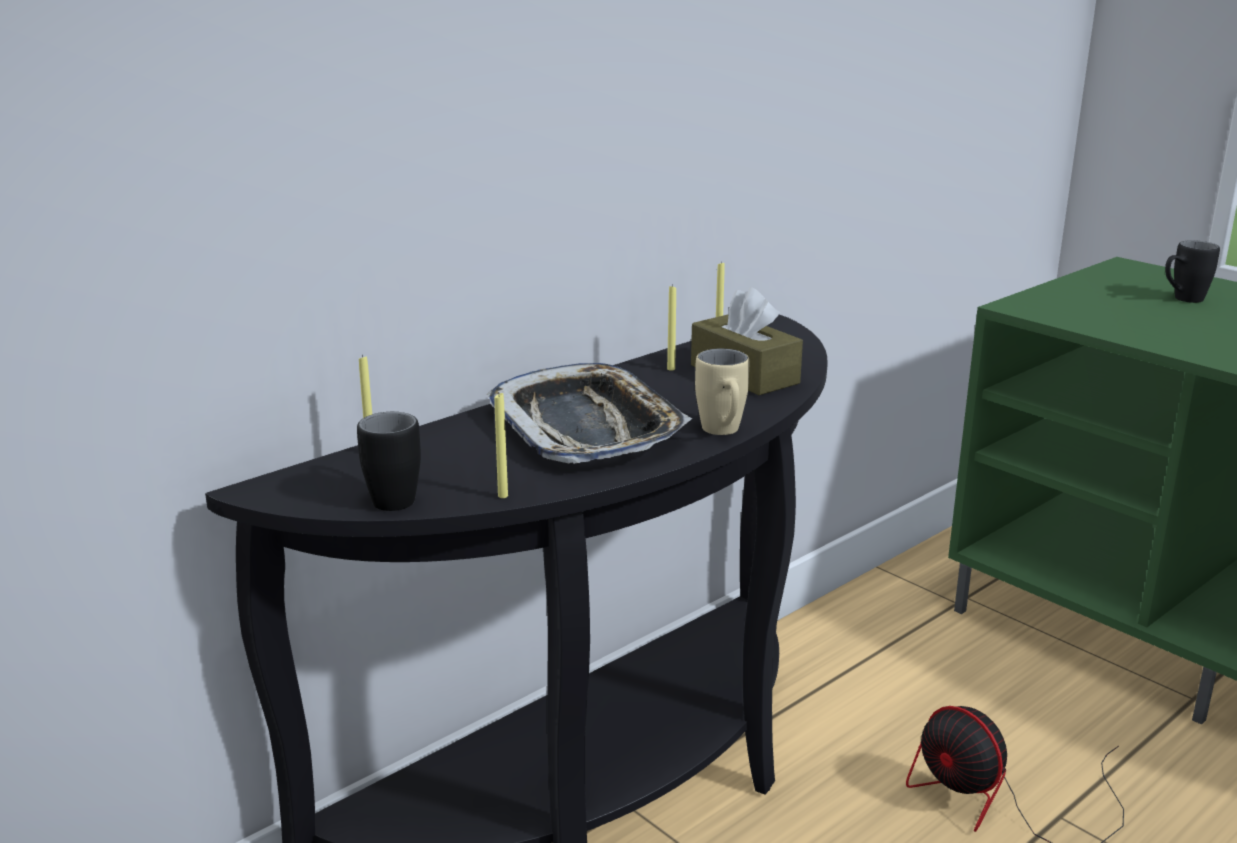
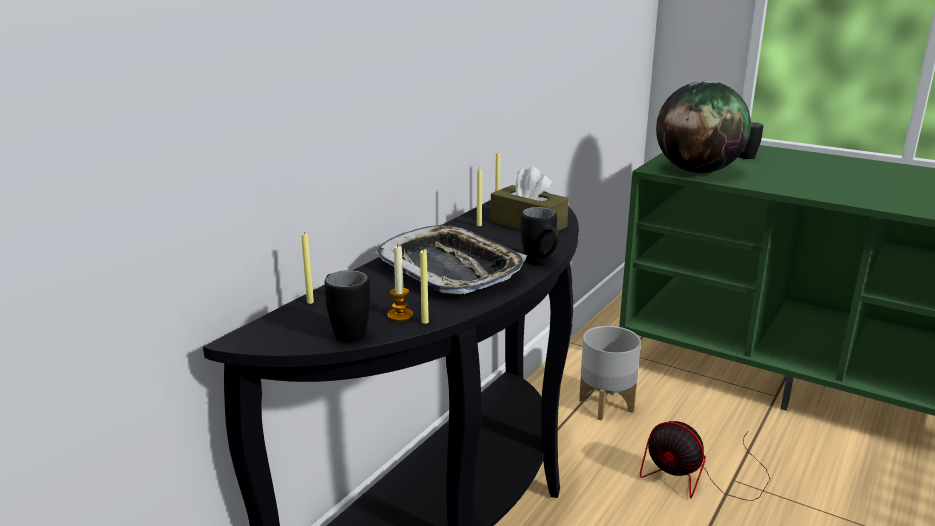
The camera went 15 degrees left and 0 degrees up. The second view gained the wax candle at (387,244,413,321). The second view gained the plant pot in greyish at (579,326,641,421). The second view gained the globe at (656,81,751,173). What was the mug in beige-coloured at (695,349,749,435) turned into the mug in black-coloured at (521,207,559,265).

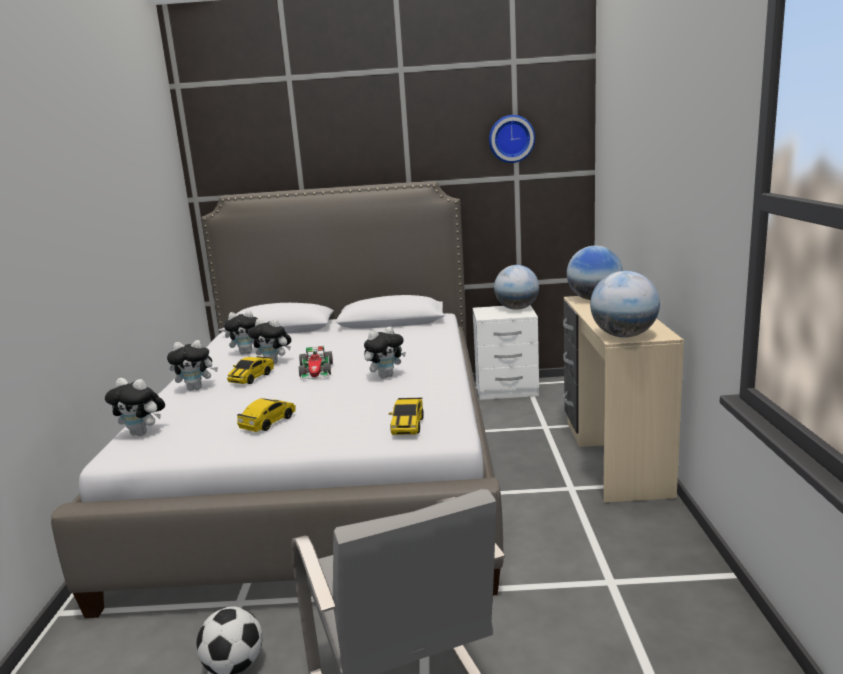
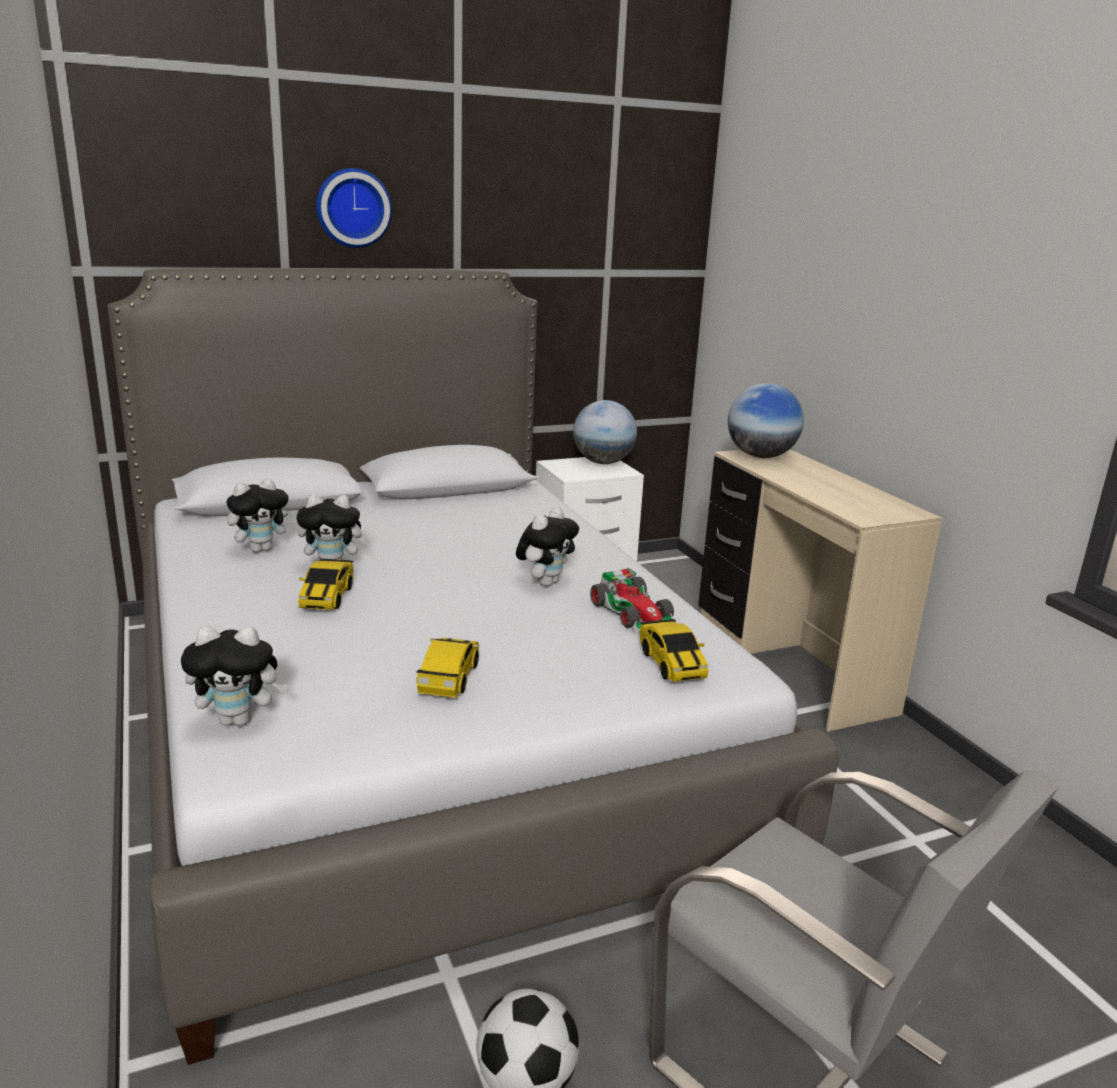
The camera went 25 degrees left and 5 degrees up. The second view lost the soft toy at (167,340,218,391). The second view lost the globe at (590,271,660,338). The toy car ended up elsewhere, having gone from (299,346,333,379) to (590,568,676,631). The hanging clock ended up elsewhere, having gone from (489,115,535,163) to (316,168,392,248).

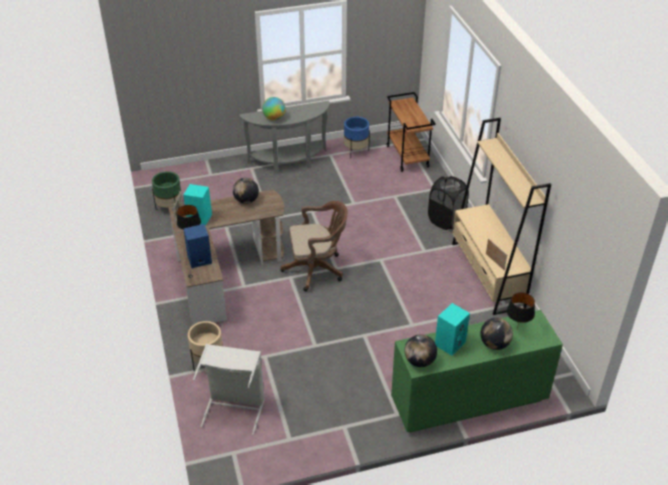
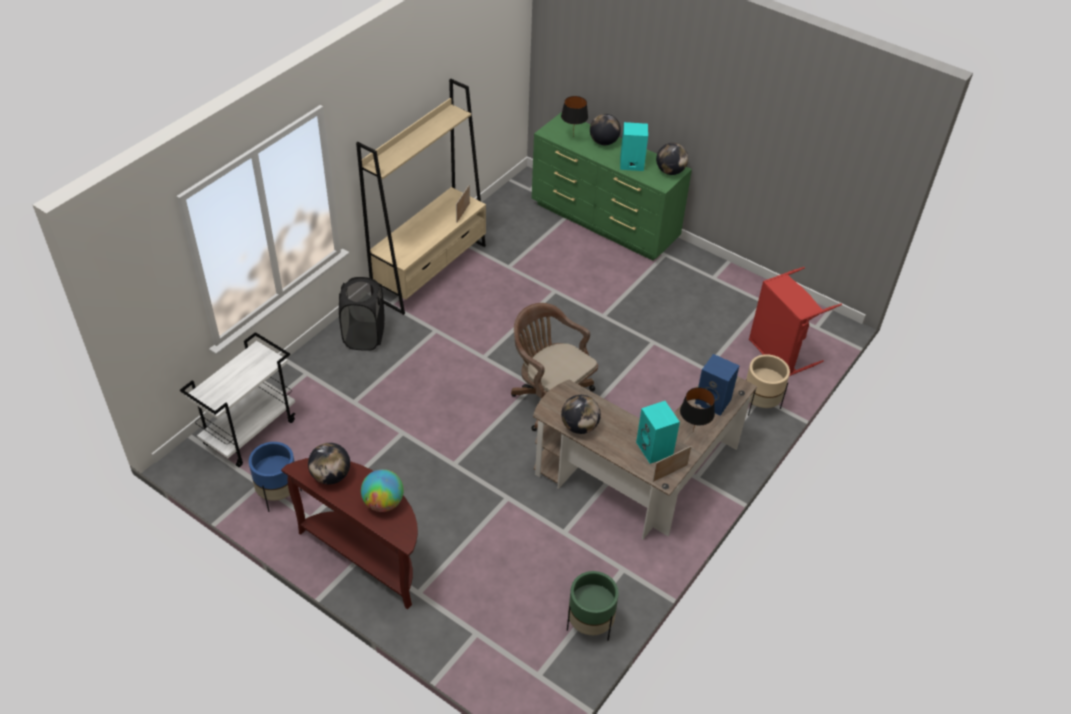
The camera went 130 degrees left and 5 degrees up. The second view gained the globe at (308,443,350,484). What was the laundry basket in greyish at (193,344,265,435) turned into the laundry basket in reddish at (749,267,842,376). What was the hall table in greyish at (239,101,330,173) turned into the hall table in brown at (281,458,418,609). What was the cart in brown at (387,92,436,172) turned into the cart in white at (180,332,295,467).

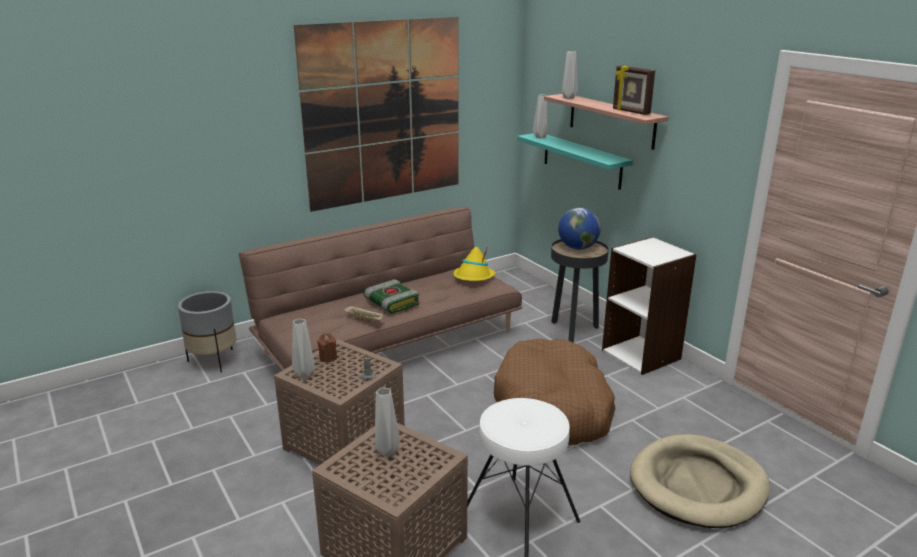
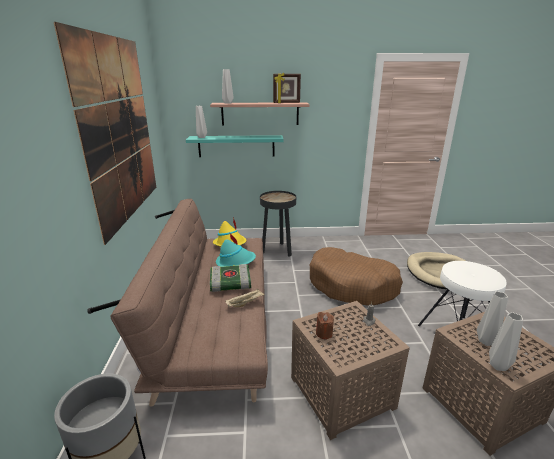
The camera went 60 degrees left and 0 degrees up. The second view lost the globe at (558,208,601,250). The second view lost the bookcase in white at (602,237,697,375). The second view gained the hat in turquoise at (216,232,256,267). The vase in greyish ended up elsewhere, having gone from (292,319,315,378) to (489,312,523,371).

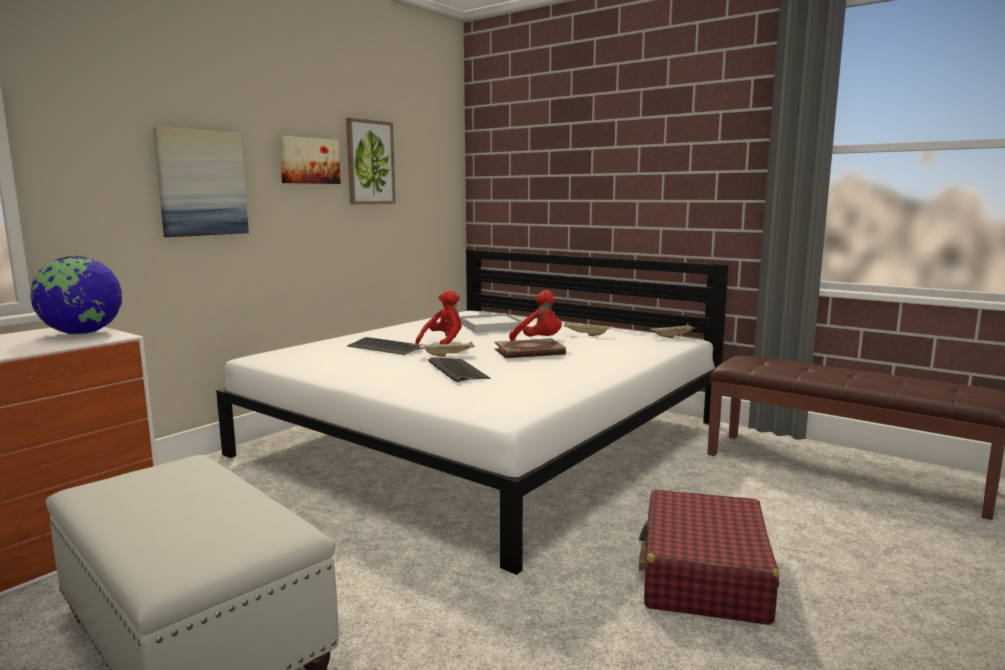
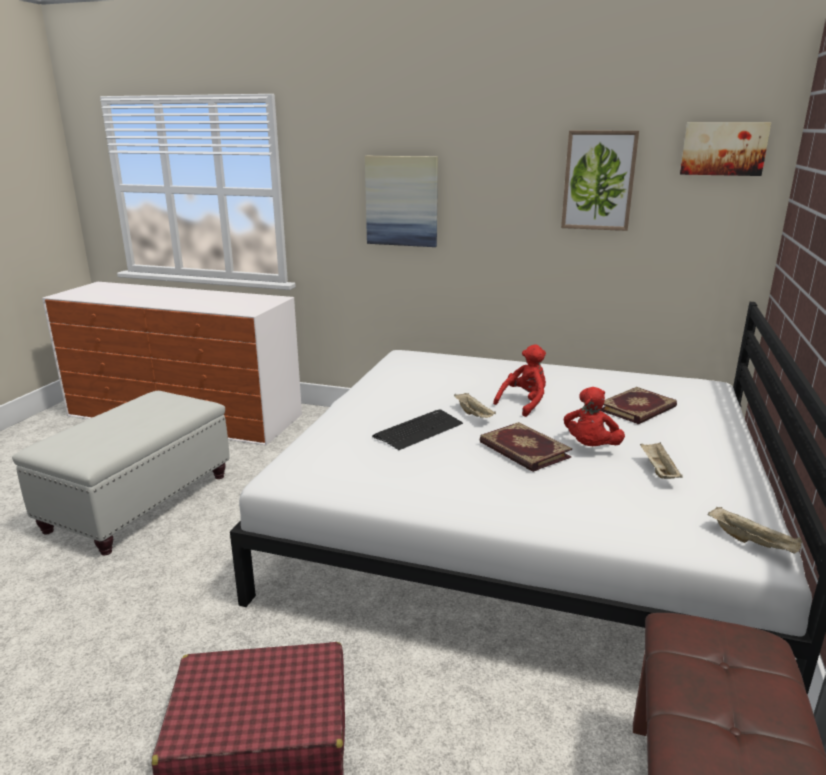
The camera went 70 degrees right and 10 degrees up. The second view lost the globe at (30,256,122,334). The second view lost the computer keyboard at (347,337,424,355). The wall picture ended up elsewhere, having gone from (279,136,341,184) to (680,122,771,176). Where the serving tray in white stood at (460,313,522,333), the bound book came to stand at (600,387,677,424). The soft toy in reddish at (415,290,462,344) ended up facing another way, 60 degrees counterclockwise from before.

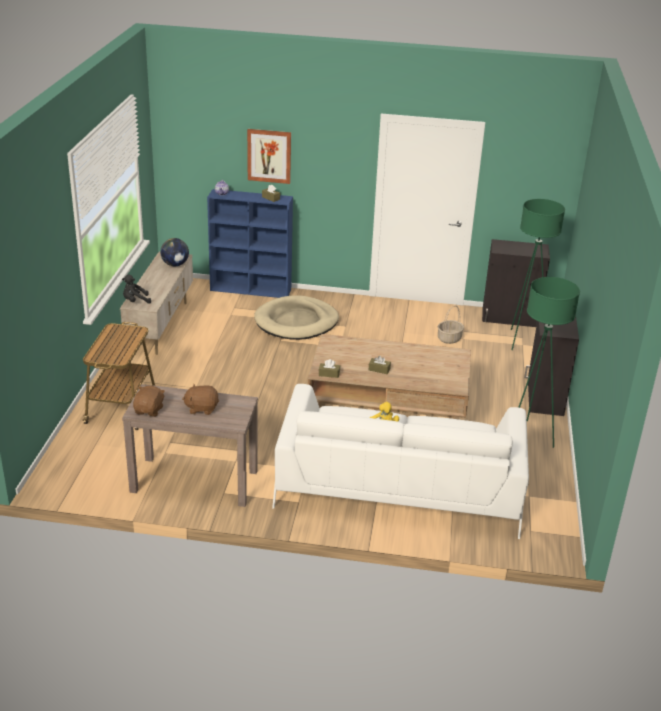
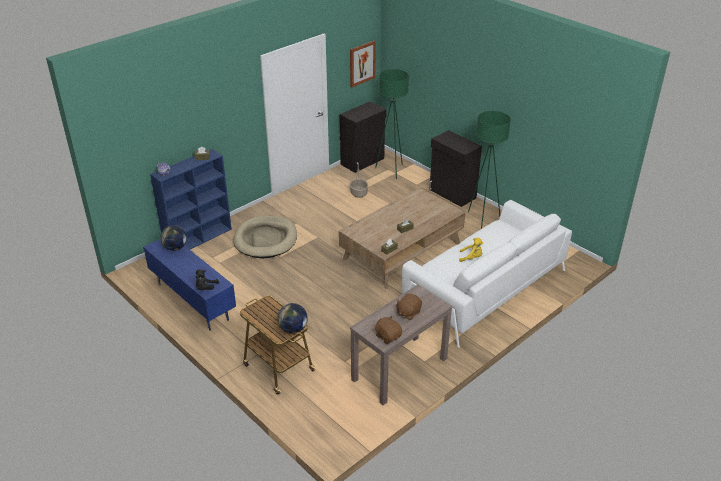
The camera went 50 degrees left and 5 degrees up. The second view gained the globe at (278,303,308,333). The wall picture ended up elsewhere, having gone from (247,129,291,184) to (350,41,376,87). What was the tv unit in beige-coloured at (119,251,193,355) turned into the tv unit in blue-coloured at (143,239,236,331).

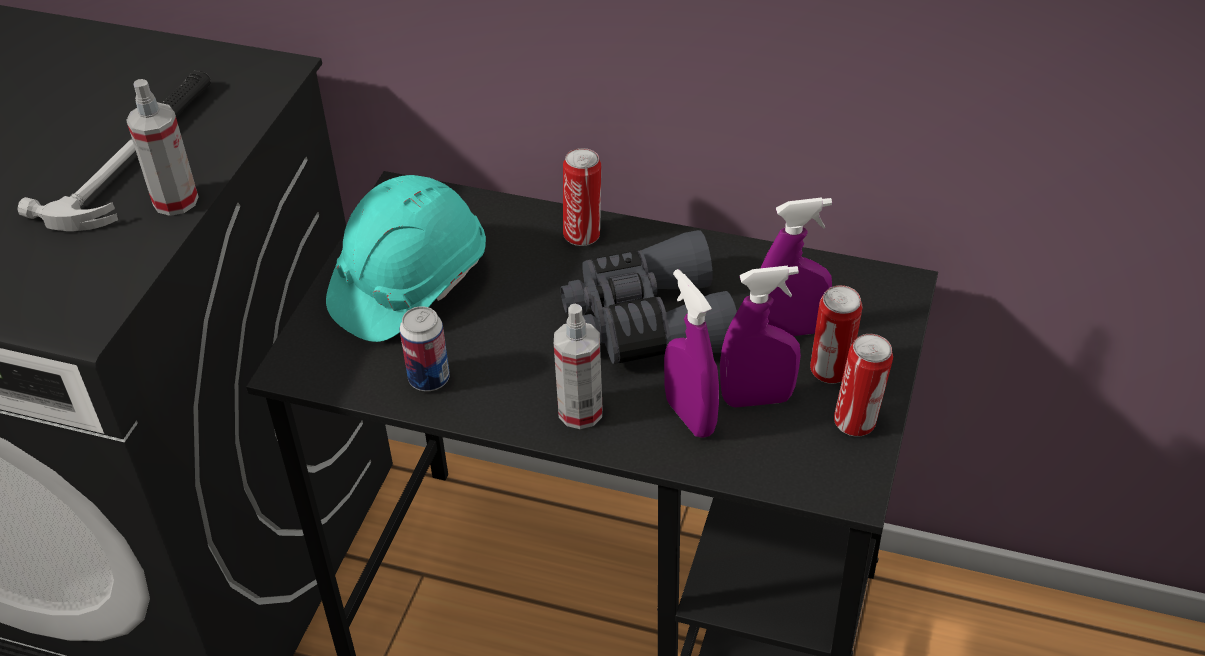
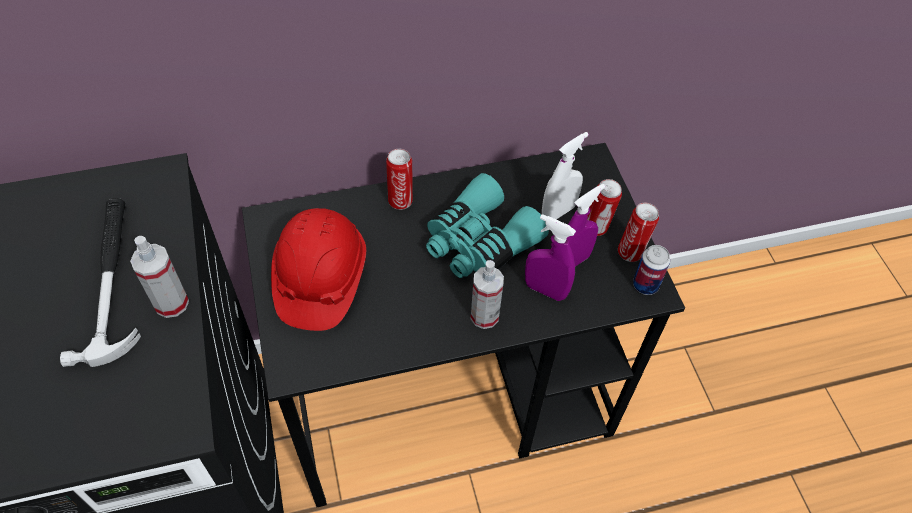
The camera went 35 degrees left and 10 degrees up. The sealed can ended up elsewhere, having gone from (400,306,450,391) to (633,245,670,295). What was the work helmet in turquoise at (326,175,486,342) turned into the work helmet in reddish at (271,208,366,331). What was the field glasses in greyish at (561,230,737,364) turned into the field glasses in turquoise at (426,173,549,278). What was the hand sprayer in purple-coloured at (761,197,832,336) turned into the hand sprayer in white at (542,132,589,220).

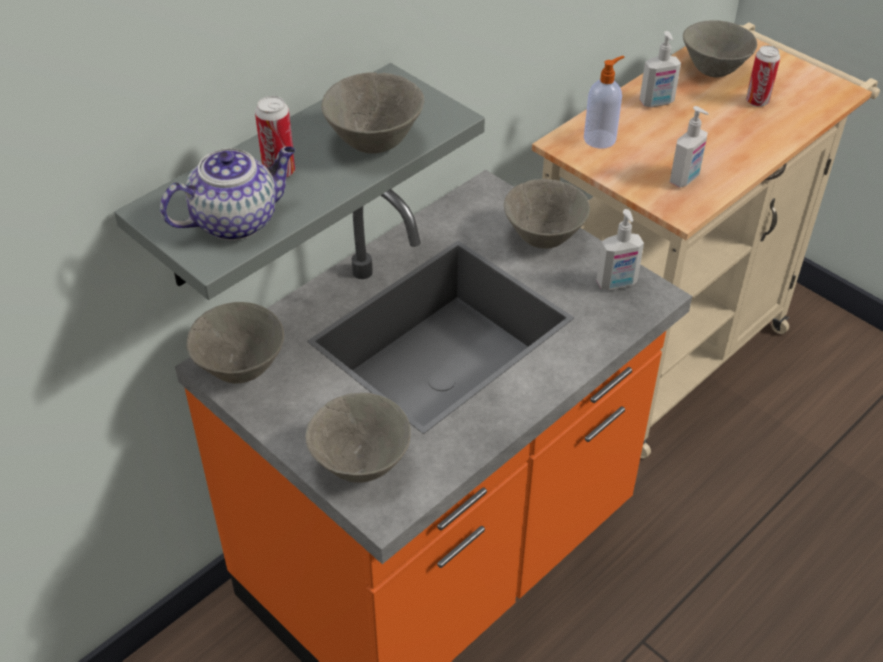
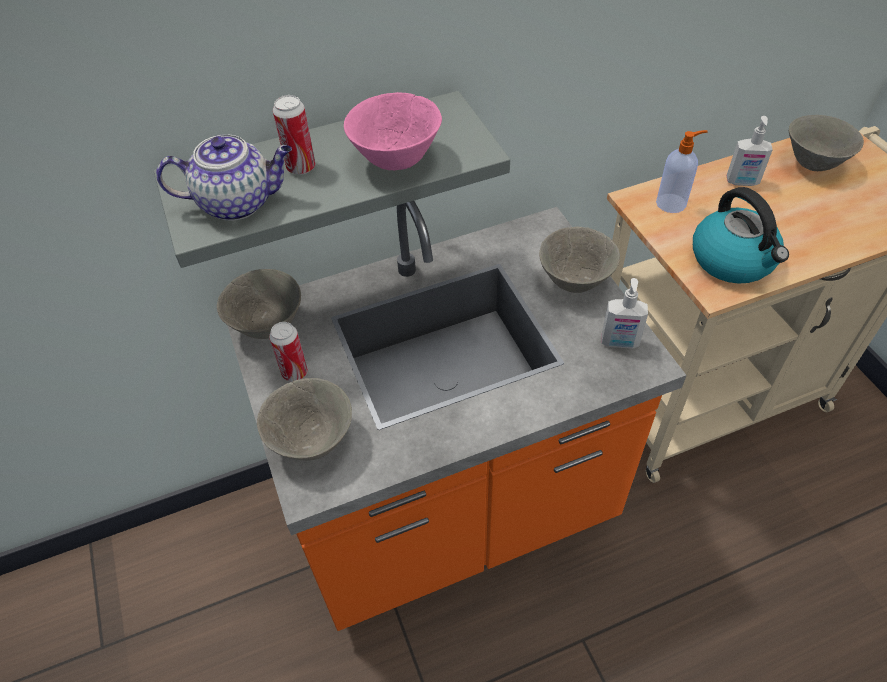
The camera went 25 degrees right and 5 degrees up. The sealed can ended up elsewhere, having gone from (746,45,780,107) to (269,322,308,382). Where the soap bottle stood at (670,106,709,187), the tea kettle came to stand at (693,187,789,284). What was the serving bowl in greyish at (321,72,424,154) turned into the serving bowl in pink at (344,92,442,170).

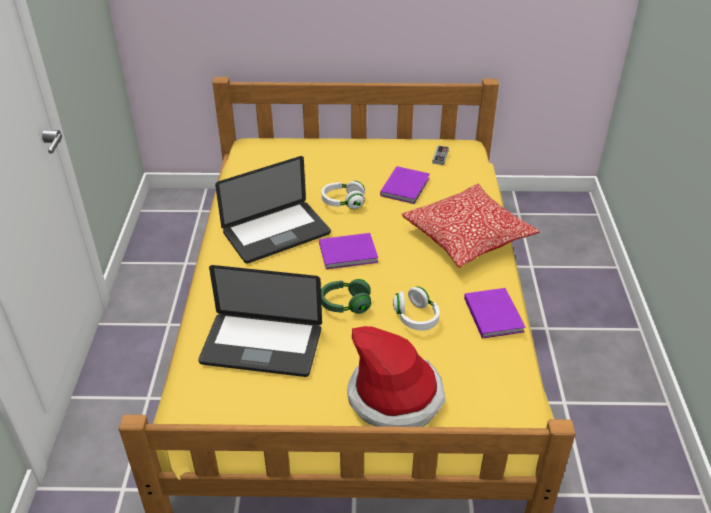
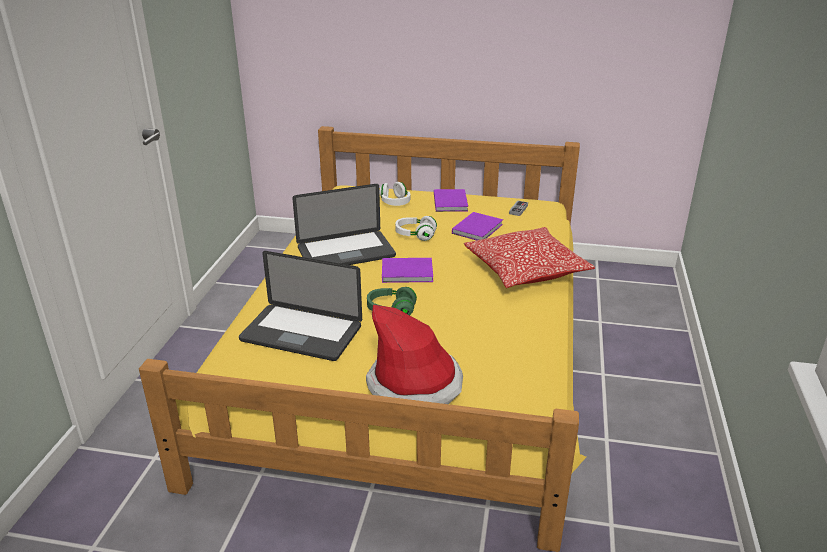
The camera went 10 degrees right and 10 degrees down. The headphones in white ended up elsewhere, having gone from (393,287,440,331) to (380,182,410,206). The bound book in purple-coloured ended up elsewhere, having gone from (464,288,525,339) to (434,189,468,212).

